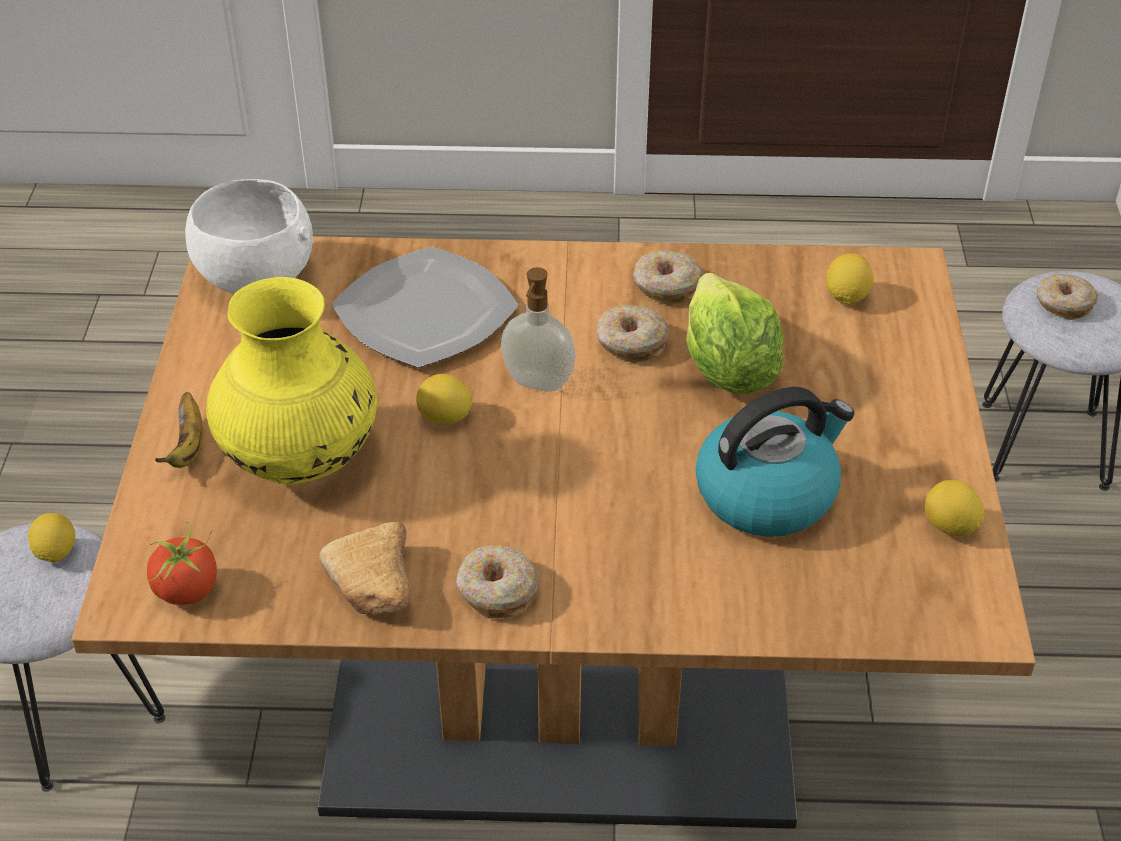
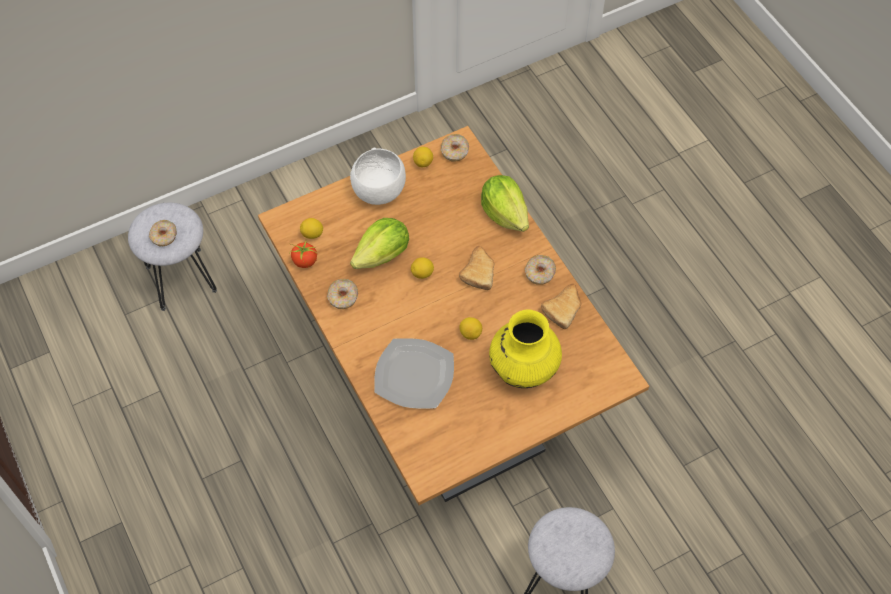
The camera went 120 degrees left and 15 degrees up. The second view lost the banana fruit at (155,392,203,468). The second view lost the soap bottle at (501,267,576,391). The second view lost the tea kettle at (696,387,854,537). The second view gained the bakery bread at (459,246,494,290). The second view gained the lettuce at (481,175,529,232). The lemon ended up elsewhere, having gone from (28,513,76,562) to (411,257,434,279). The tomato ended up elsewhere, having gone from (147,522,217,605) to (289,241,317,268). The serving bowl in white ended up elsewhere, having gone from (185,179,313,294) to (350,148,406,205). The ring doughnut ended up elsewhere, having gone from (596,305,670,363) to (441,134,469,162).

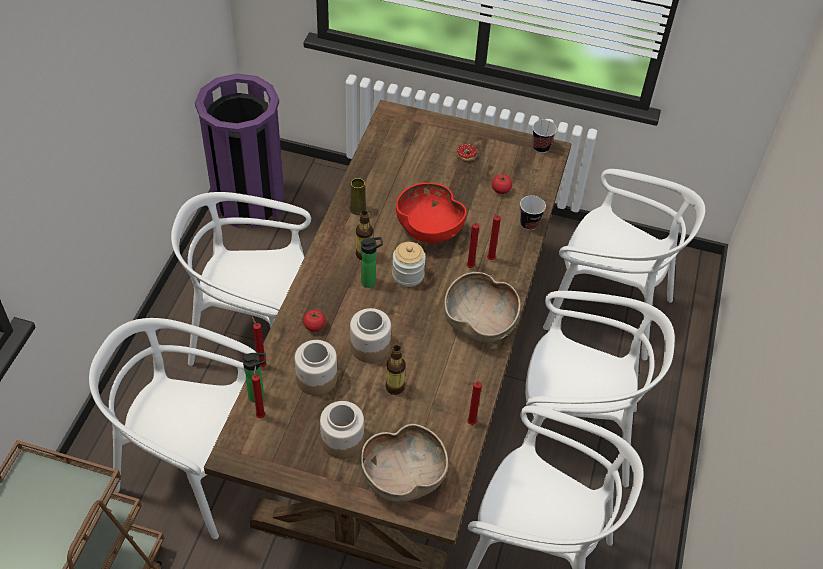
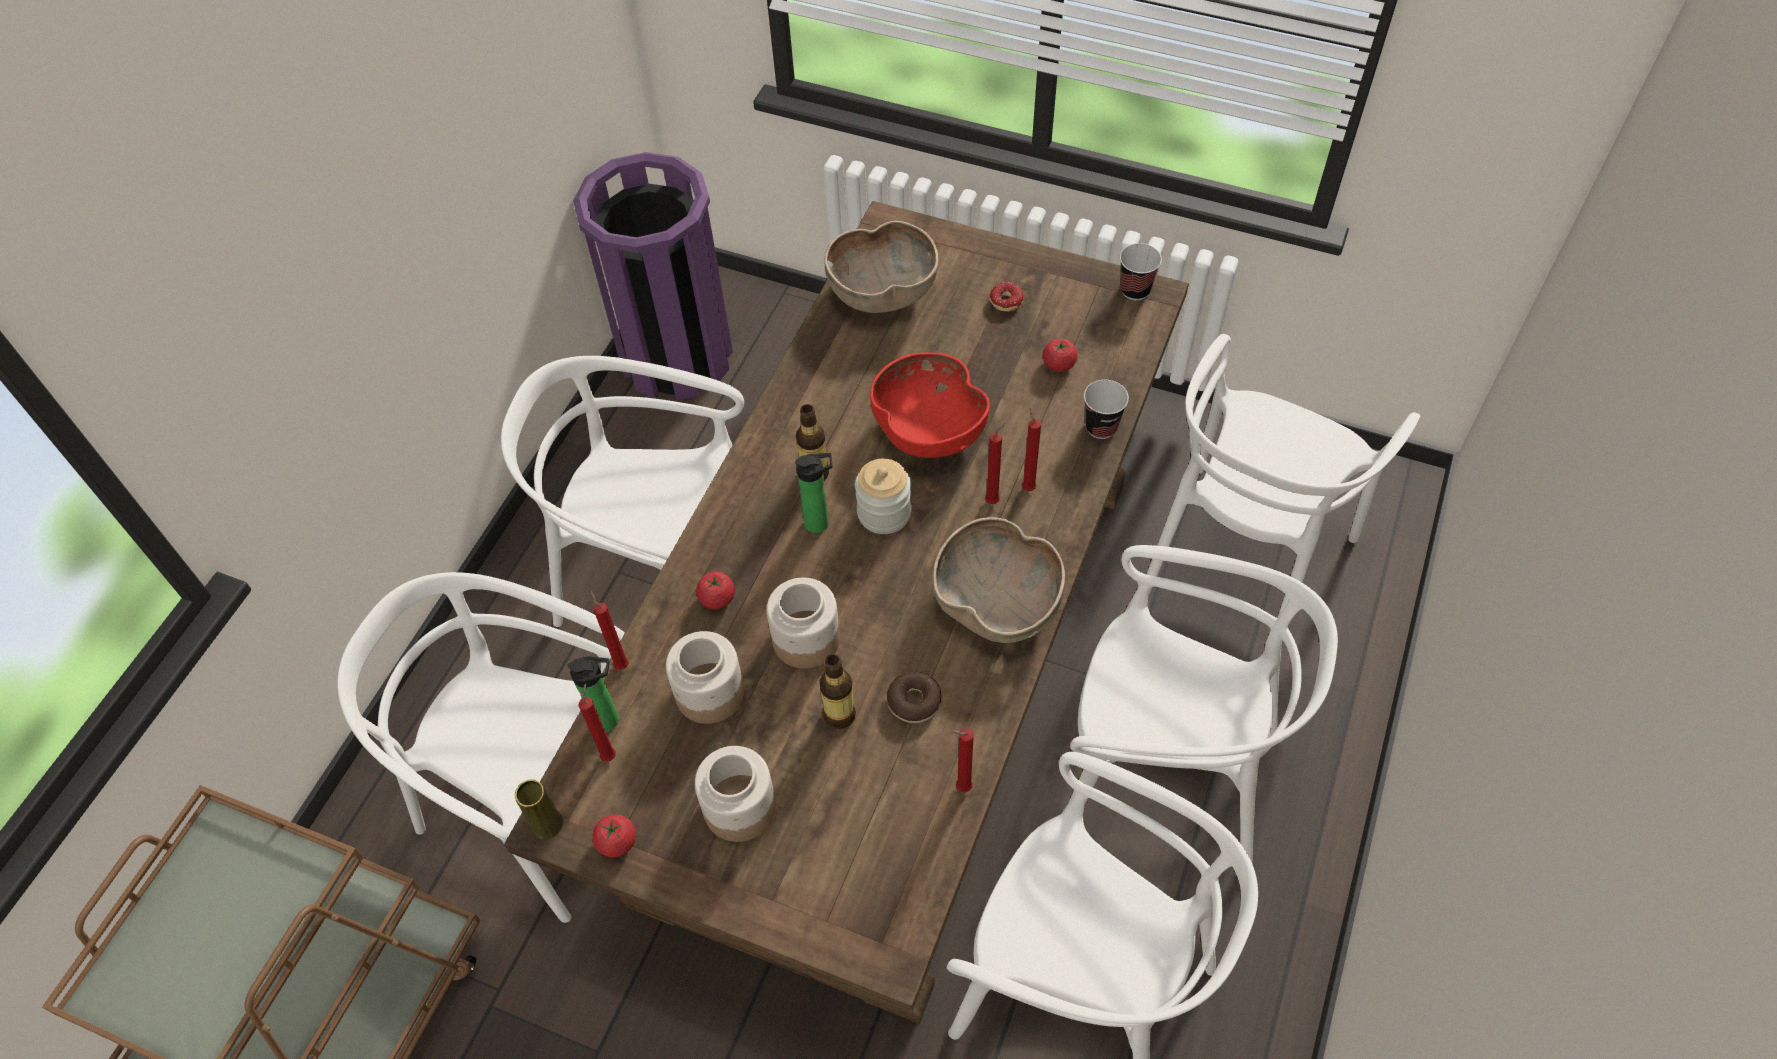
The camera went 10 degrees right and 5 degrees up. The second view gained the tomato at (592,814,636,858). The second view gained the ring doughnut at (887,671,942,723). The vase in yellow ended up elsewhere, having gone from (350,178,366,215) to (515,779,563,839). The serving bowl in brown ended up elsewhere, having gone from (361,424,448,502) to (824,221,939,313). The upright chair in white at (543,169,705,360) ended up facing another way, 90 degrees clockwise from before.

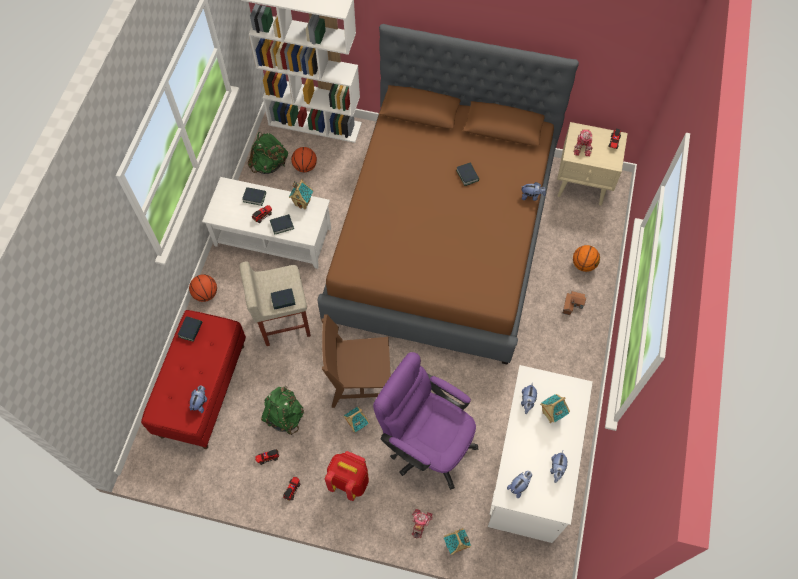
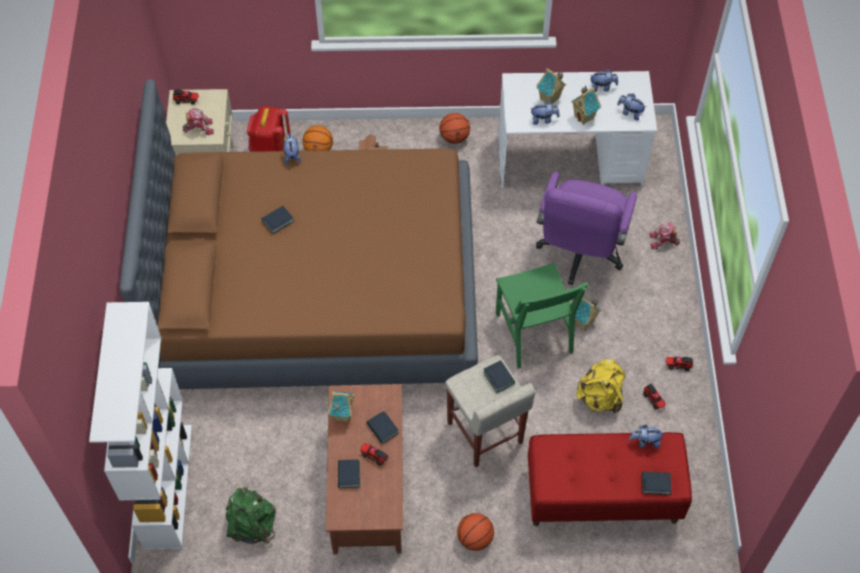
The camera went 105 degrees left and 5 degrees down. The bound book ended up elsewhere, having gone from (178,316,202,342) to (642,472,671,495). The ball for basketball ended up elsewhere, having gone from (291,147,317,172) to (439,113,470,144). The rucksack in reddish ended up elsewhere, having gone from (325,451,369,501) to (247,106,291,152). The model house ended up elsewhere, having gone from (444,528,471,555) to (571,85,601,125). What was the coffee table in white at (202,177,331,269) turned into the coffee table in brown at (326,384,403,554). What was the rucksack in greenish at (261,387,304,435) turned into the rucksack in yellow at (577,359,626,413). What was the upright chair in brown at (321,314,390,408) turned into the upright chair in greenish at (496,262,588,369).

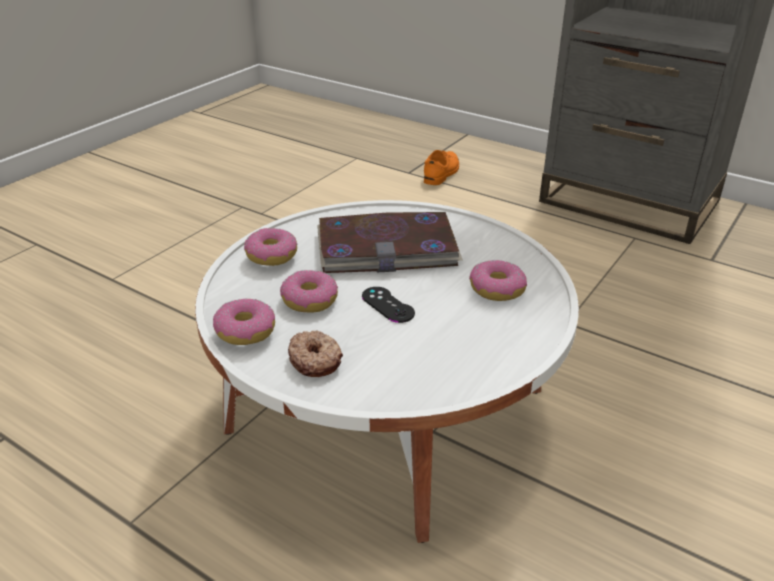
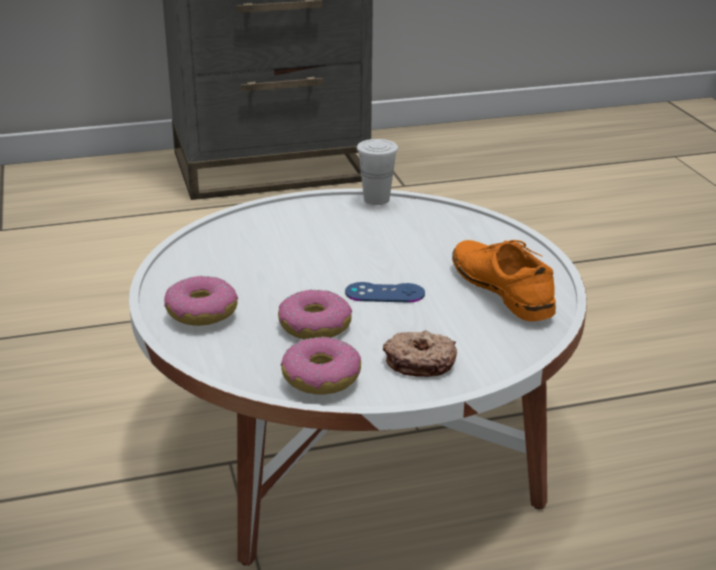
The camera went 50 degrees left and 5 degrees down. The second view lost the bound book at (317,212,463,273). The second view lost the ring doughnut at (469,260,527,301). The second view gained the small cup in white at (357,139,398,205). The shoe in orange-coloured ended up elsewhere, having gone from (424,150,459,185) to (452,240,556,321). What was the joypad in black-coloured at (362,287,415,323) turned into the joypad in blue-coloured at (345,282,425,303).

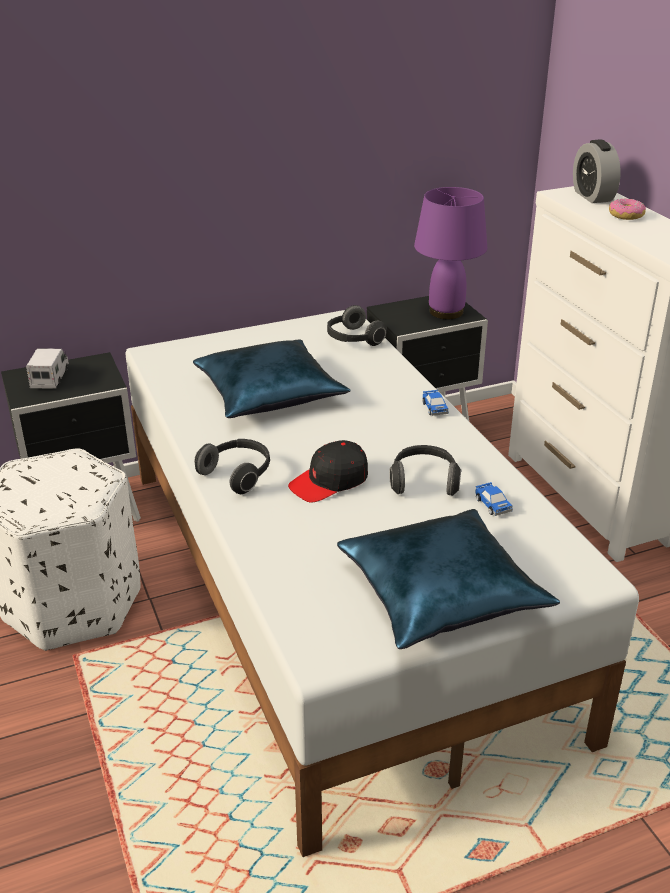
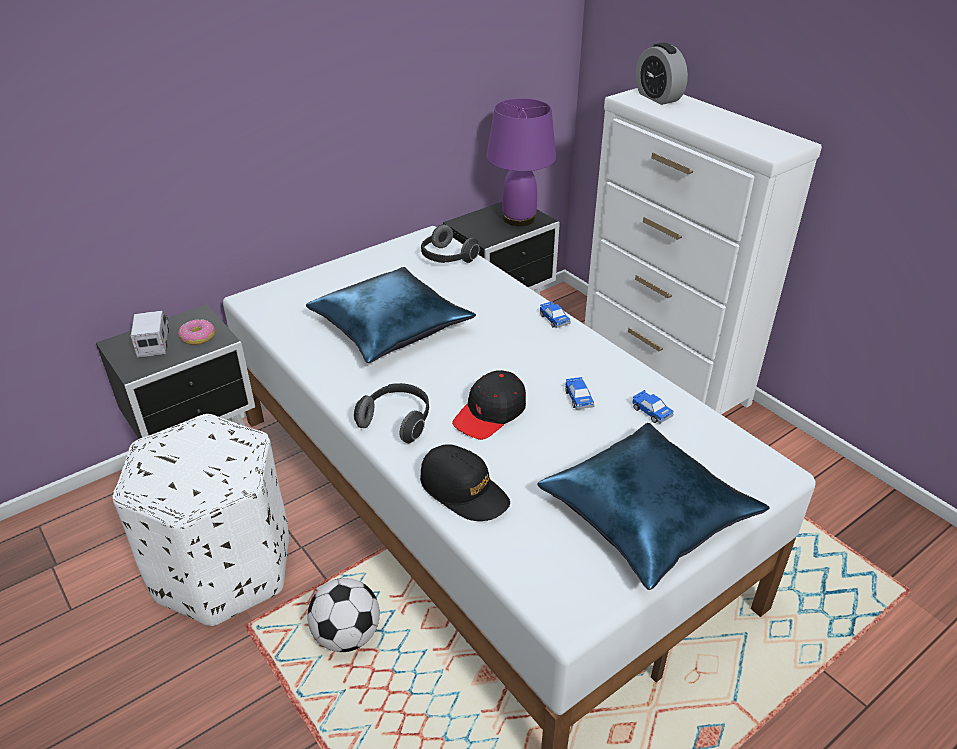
The camera went 15 degrees left and 5 degrees up. The second view gained the ball for football at (307,578,380,652). The second view gained the peaked cap in black-coloured at (420,444,510,521). The ring doughnut ended up elsewhere, having gone from (609,198,646,220) to (178,320,215,345). Where the headphones stood at (389,445,461,496), the toy car came to stand at (565,377,594,410).

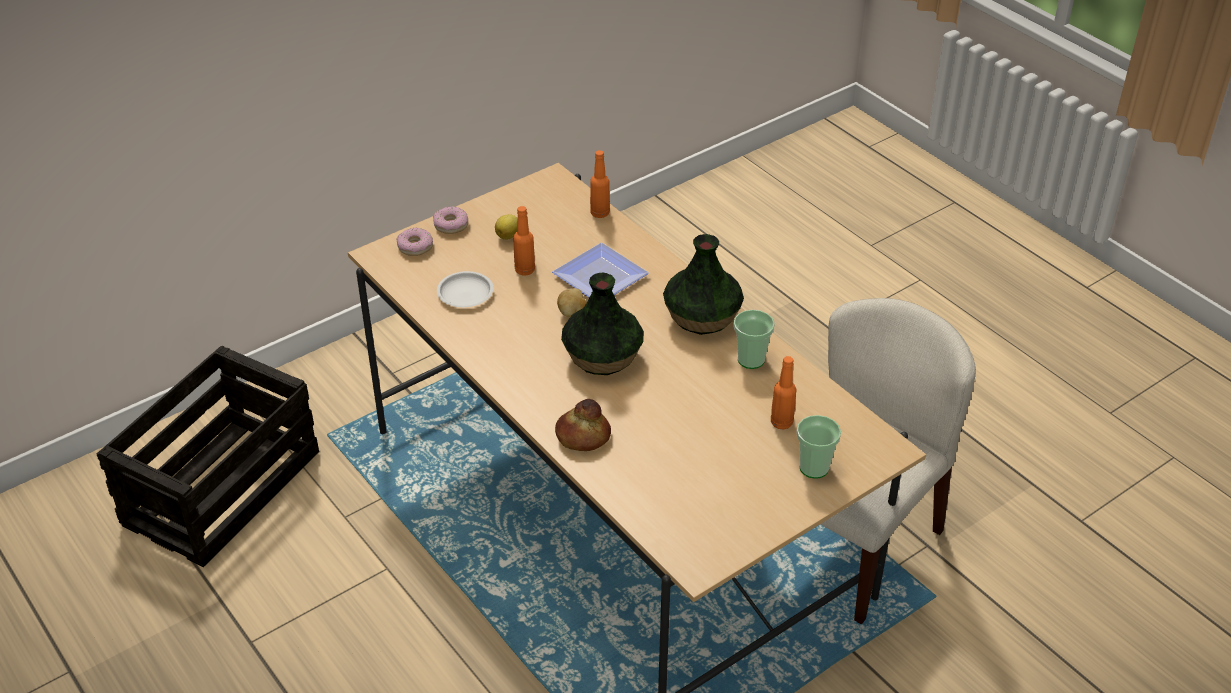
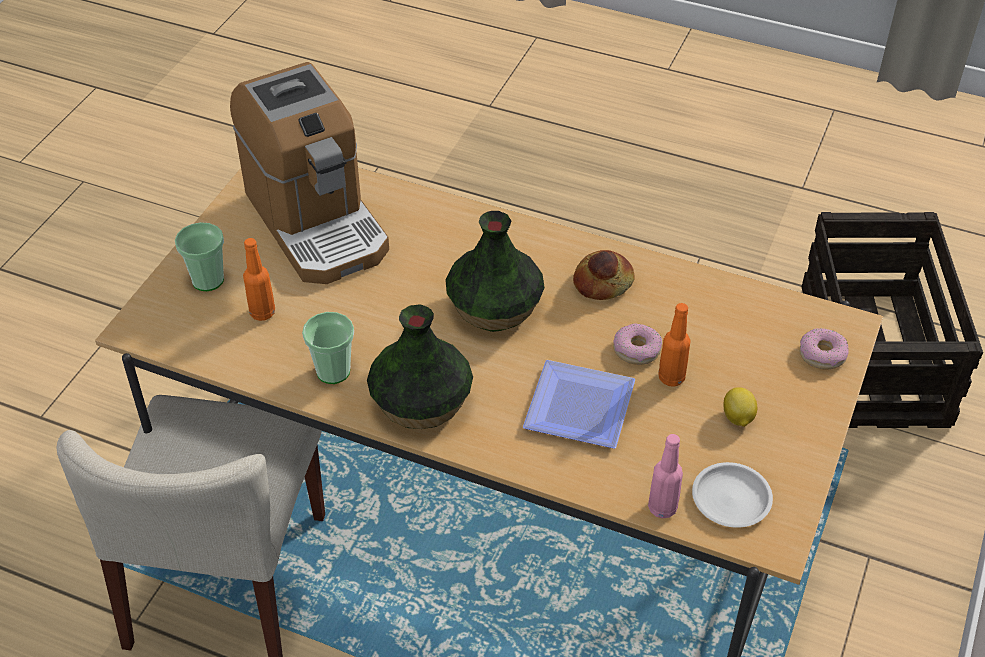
The camera went 150 degrees right and 5 degrees up. The second view lost the whole potato at (557,288,586,317). The second view gained the coffee brewer at (230,62,389,284). The ring doughnut ended up elsewhere, having gone from (433,207,468,234) to (613,324,662,365). The dinner plate in white ended up elsewhere, having gone from (437,271,493,307) to (692,462,773,528). The bakery bread ended up elsewhere, having gone from (555,399,611,451) to (573,250,635,300). What was the beverage bottle in orange-coloured at (590,150,610,218) turned into the beverage bottle in pink at (648,434,683,518).

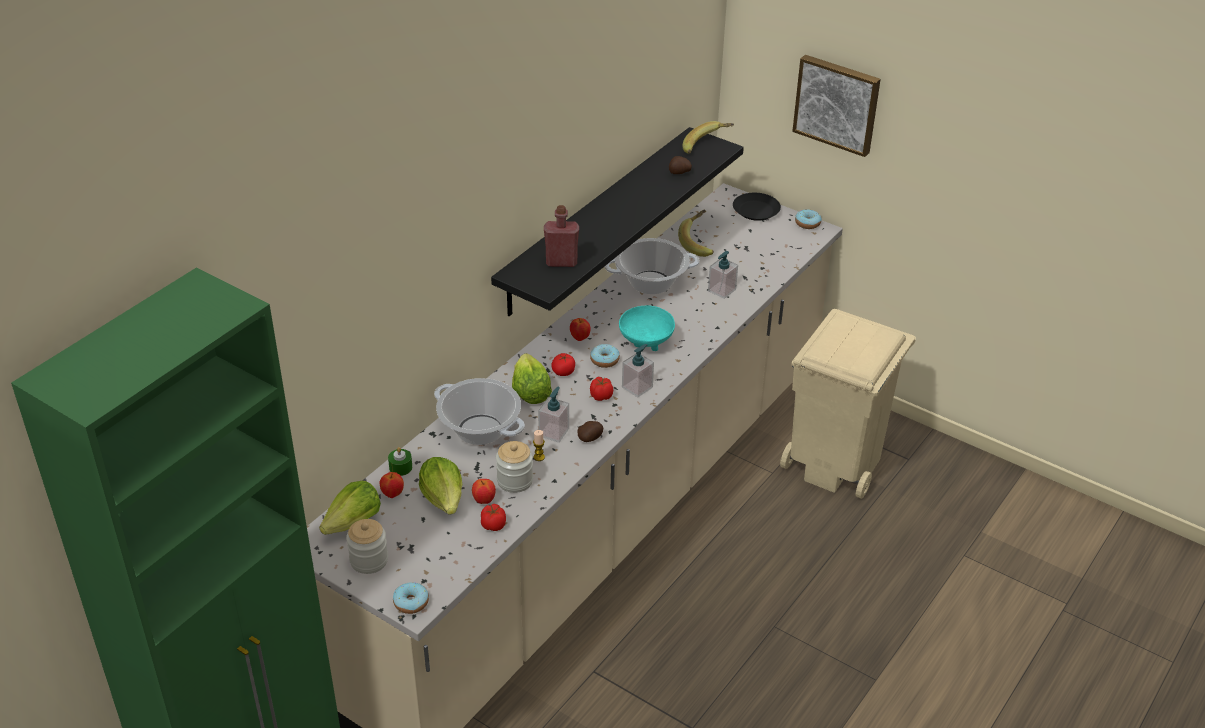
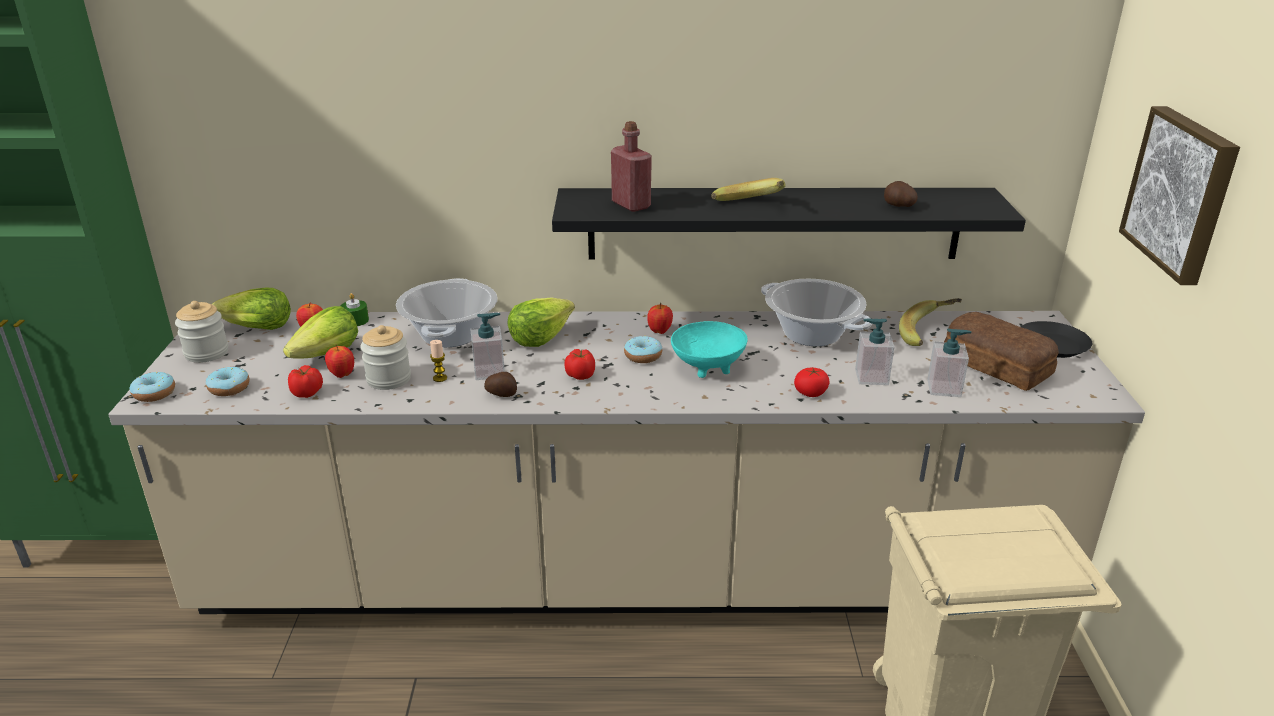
The camera went 55 degrees right and 10 degrees down. The second view gained the bakery bread at (944,312,1059,391). The tomato ended up elsewhere, having gone from (551,353,575,376) to (794,368,830,397). The soap bottle ended up elsewhere, having gone from (622,344,654,397) to (927,328,972,397). The banana fruit ended up elsewhere, having gone from (683,121,734,154) to (711,178,786,201). The ring doughnut ended up elsewhere, having gone from (795,209,822,229) to (206,366,250,396).

